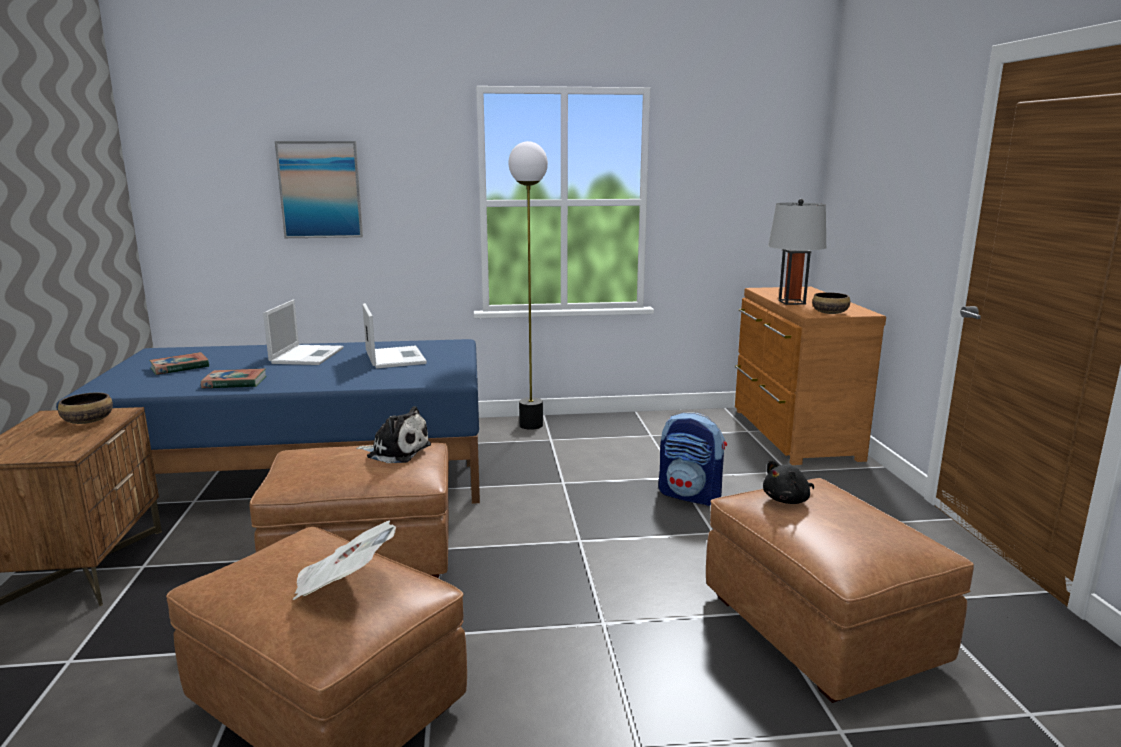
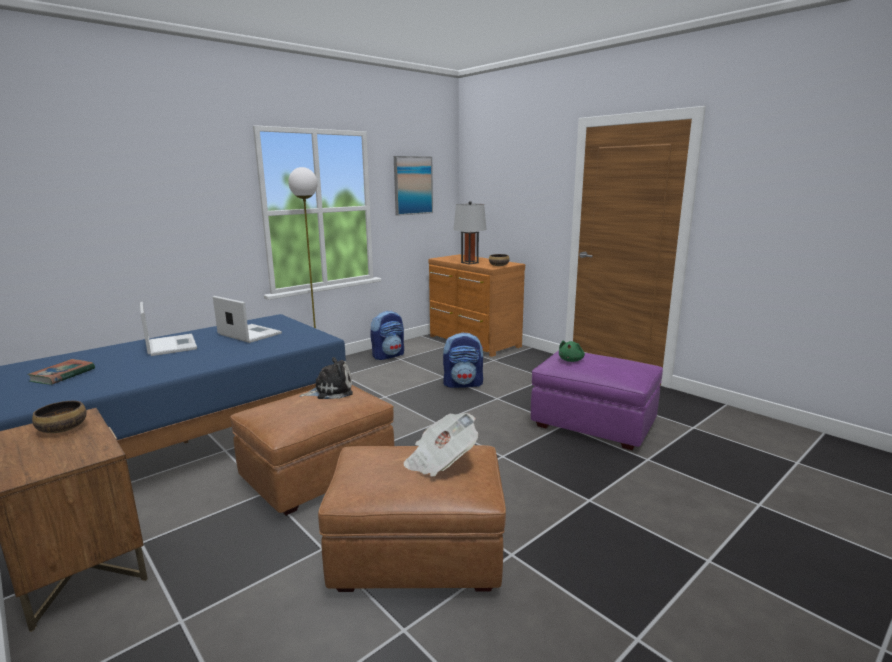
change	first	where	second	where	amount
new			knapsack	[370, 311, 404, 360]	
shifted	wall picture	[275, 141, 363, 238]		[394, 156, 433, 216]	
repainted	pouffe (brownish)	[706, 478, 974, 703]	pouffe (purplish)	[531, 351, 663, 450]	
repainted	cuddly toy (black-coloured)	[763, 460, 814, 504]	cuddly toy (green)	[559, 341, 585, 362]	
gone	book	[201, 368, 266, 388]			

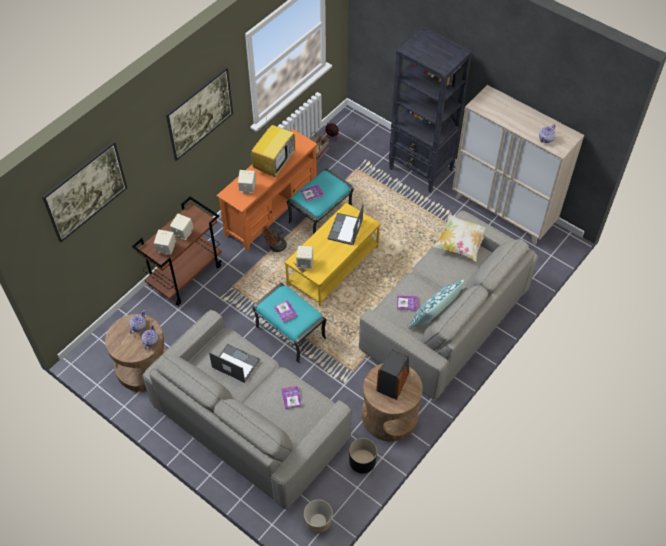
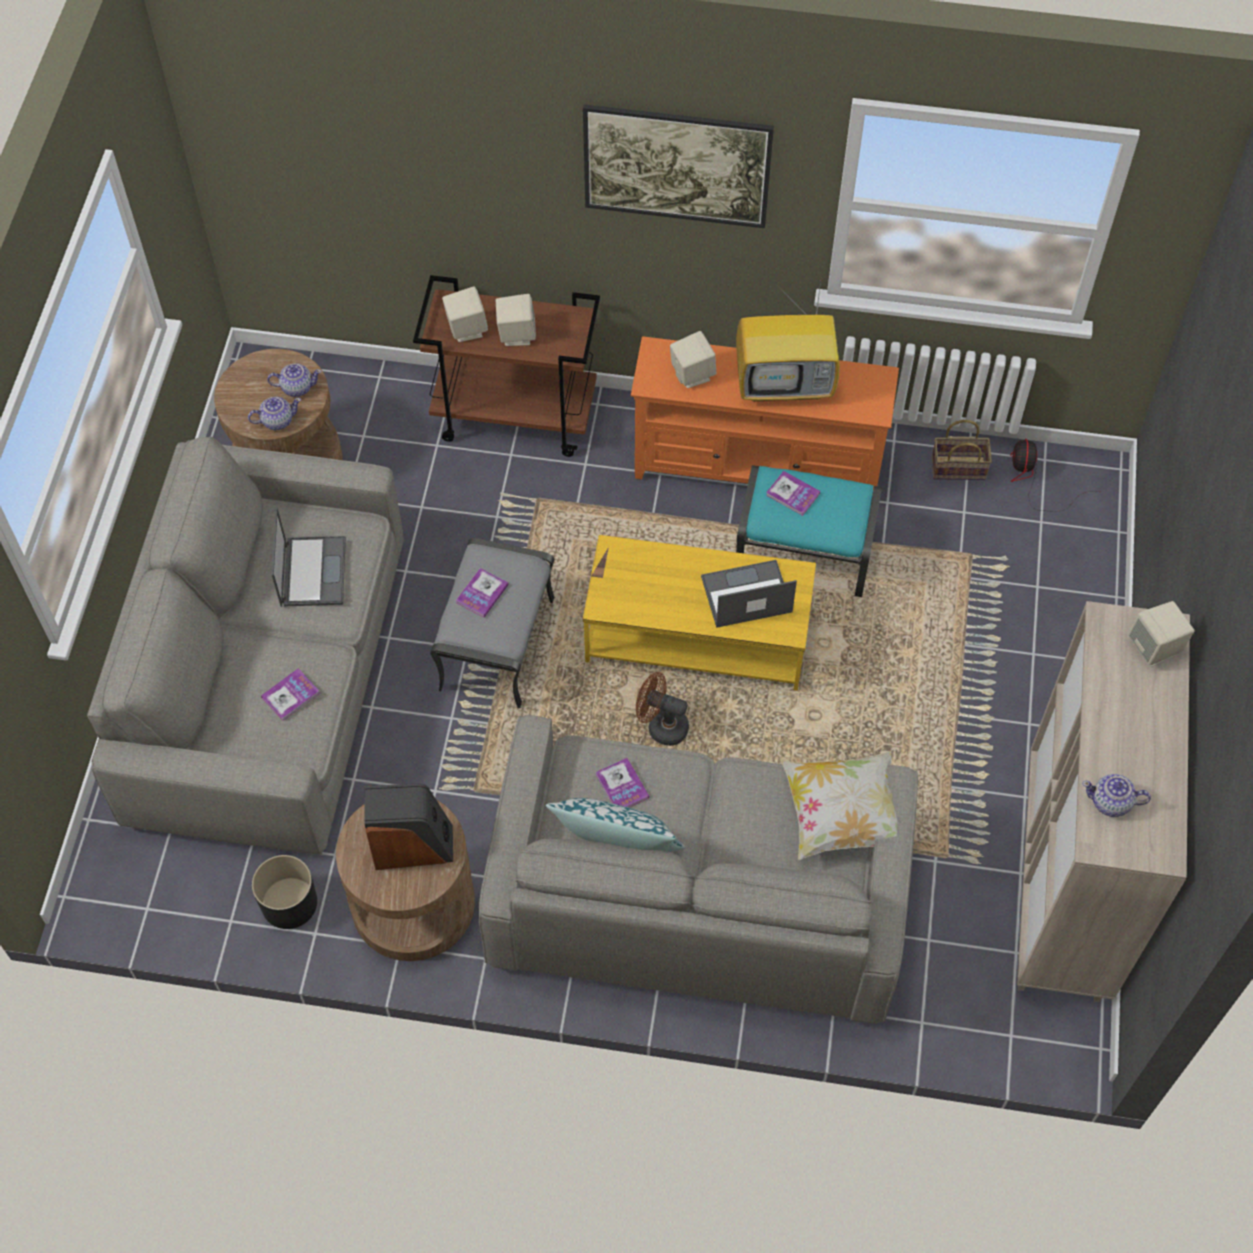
change	first	where	second	where	amount
repainted	pouffe (blue-green)	[252, 283, 327, 363]	pouffe (gray)	[430, 538, 554, 708]	
shifted	cooling fan (brownish)	[262, 226, 287, 252]		[636, 672, 689, 746]	
shifted	audio speaker (sand-coloured)	[296, 246, 313, 269]		[1128, 601, 1194, 667]	
gone	wall picture	[42, 141, 127, 242]			
gone	plant pot	[304, 499, 333, 533]			
gone	bookcase (black-coloured)	[389, 27, 472, 193]			

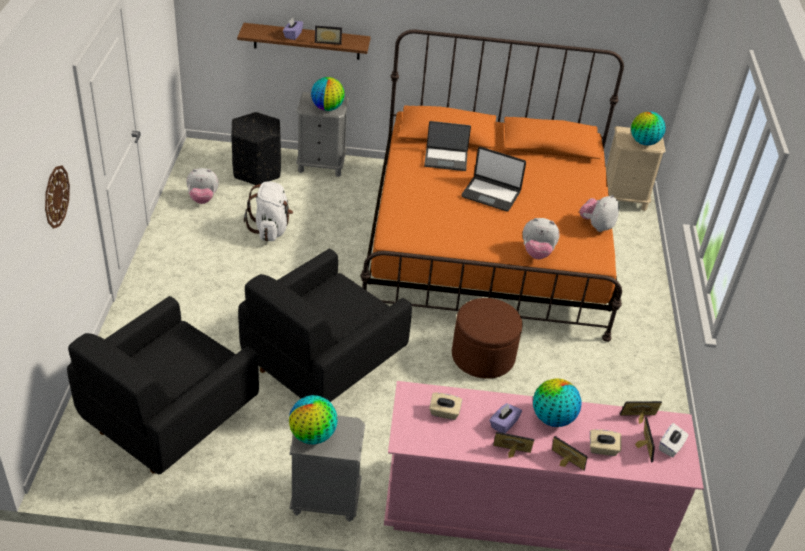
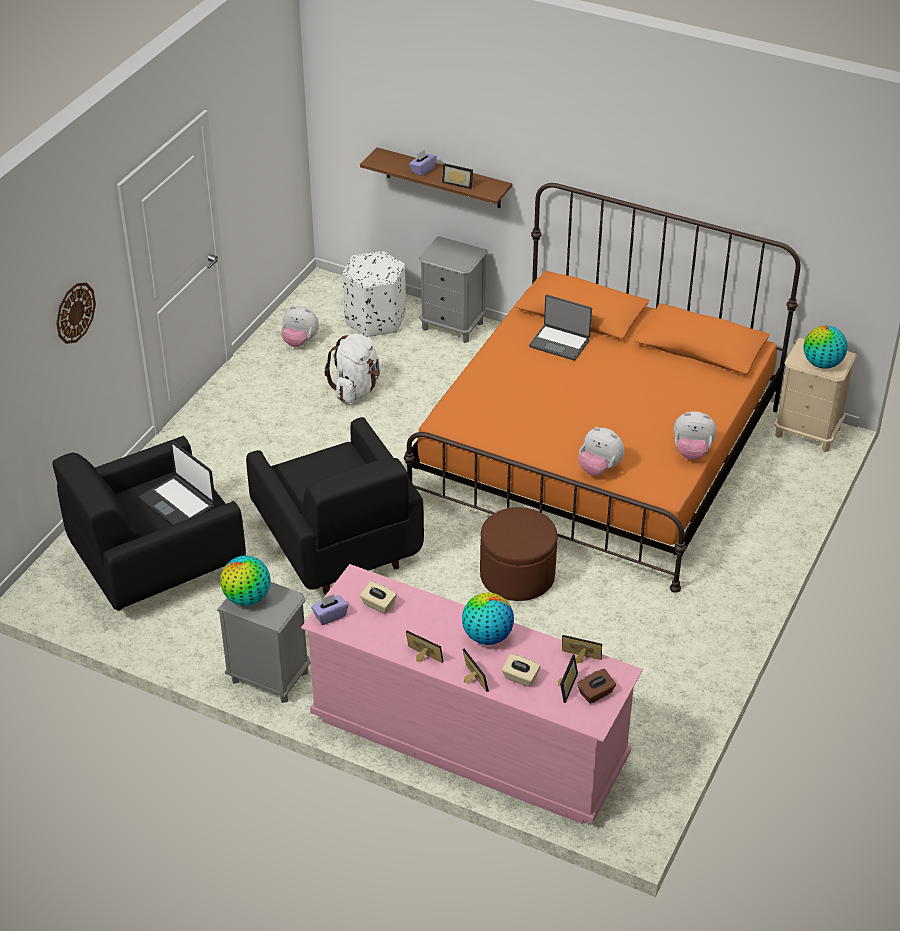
change	first	where	second	where	amount
shifted	laptop	[461, 147, 526, 211]		[139, 441, 216, 525]	
rotated	easy chair (black-coloured)	[238, 249, 412, 402]		[246, 417, 424, 594]	90 degrees counterclockwise
shifted	box of tissues (purplish)	[489, 403, 522, 433]		[311, 594, 348, 625]	
repainted	pouffe (black-coloured)	[231, 112, 281, 185]	pouffe (white-coloured)	[343, 251, 406, 337]	
repainted	box of tissues (white-coloured)	[659, 423, 688, 457]	box of tissues (brownish)	[577, 669, 616, 704]	
rotated	cuddly toy	[579, 195, 619, 232]		[674, 411, 717, 460]	135 degrees counterclockwise
gone	desk globe	[311, 77, 345, 111]			

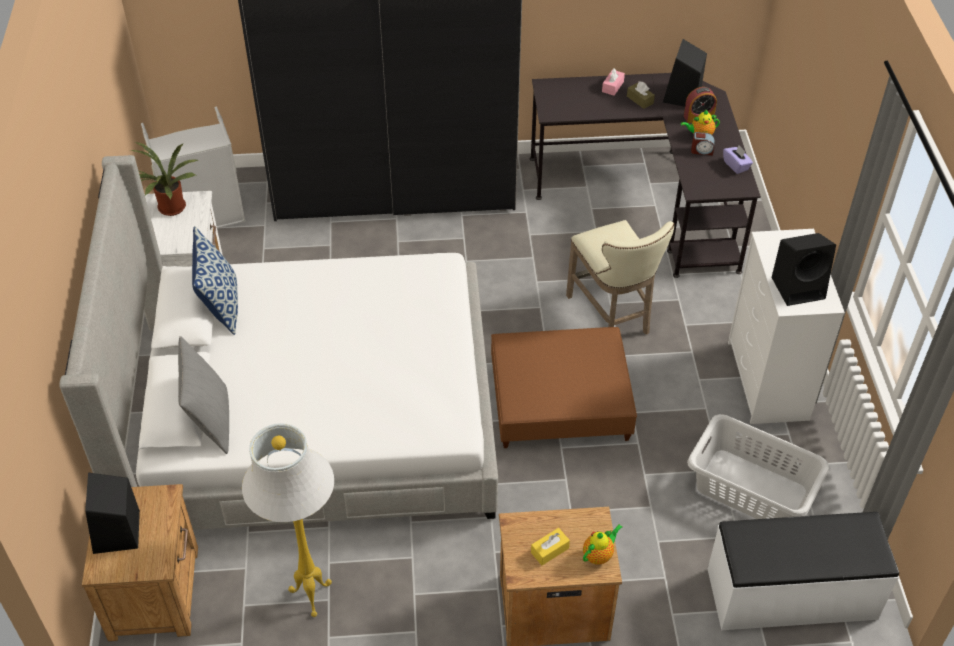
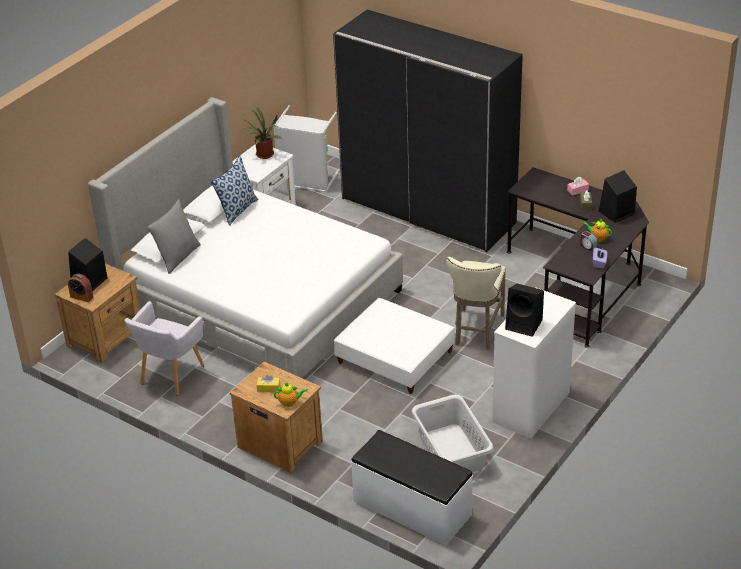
change	first	where	second	where	amount
shifted	table clock	[684, 87, 717, 123]		[68, 273, 93, 302]	
swapped	standing lamp (white-coloured)	[242, 423, 334, 617]	easy chair (gray)	[124, 301, 205, 396]	
repainted	pouffe (brownish)	[491, 327, 637, 448]	pouffe (white-coloured)	[334, 298, 455, 394]	

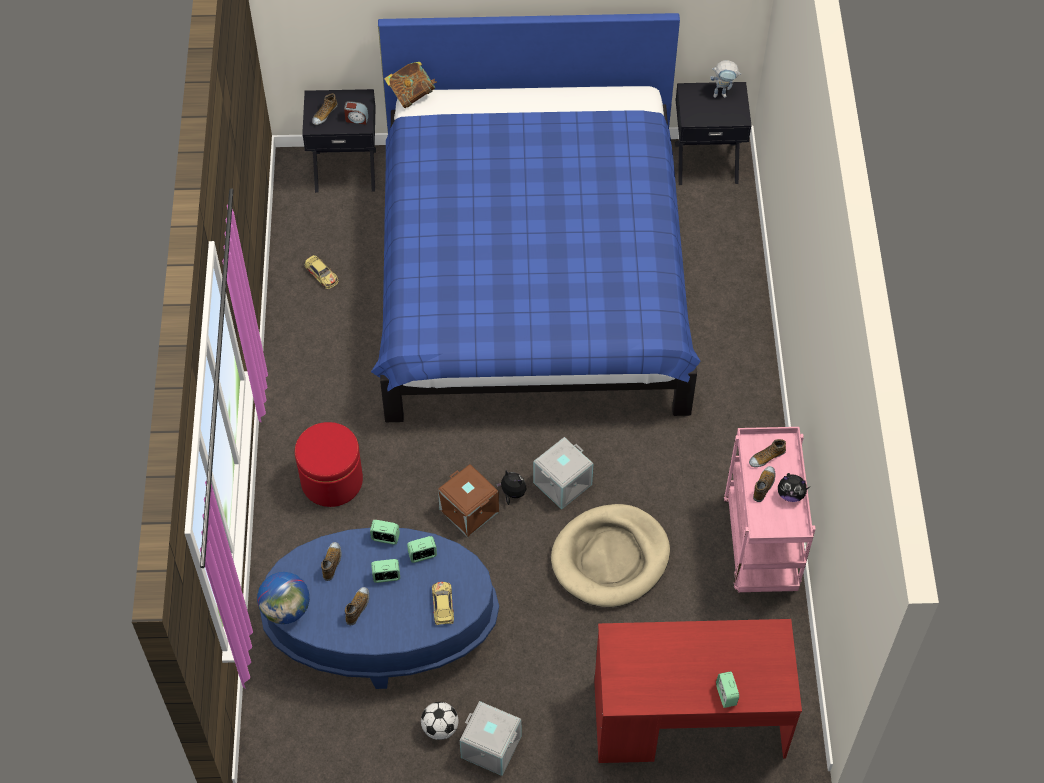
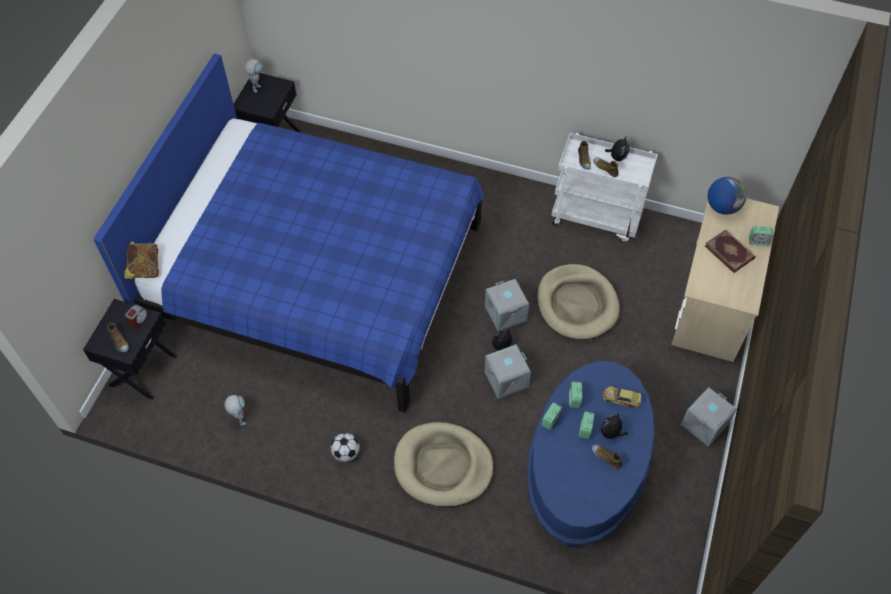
change	first	where	second	where	amount
swapped	model car	[304, 255, 339, 289]	toy robot	[225, 395, 246, 425]	
shifted	ball for football	[421, 702, 458, 740]		[331, 433, 360, 462]	
swapped	pouffe (red)	[295, 422, 363, 507]	dog bed (sand-coloured)	[394, 422, 493, 507]	
repainted	storage container (brownish)	[438, 464, 499, 537]	storage container (gray)	[485, 344, 531, 399]	
repainted	trolley (pink-coloured)	[724, 427, 816, 592]	trolley (white-coloured)	[551, 133, 658, 243]	
new			cuddly toy	[601, 414, 628, 441]	
repainted	desk table (red)	[594, 619, 802, 763]	desk table (sand-coloured)	[671, 198, 779, 362]	
new			book	[705, 230, 756, 273]	
shifted	desk globe	[257, 572, 310, 624]		[707, 177, 747, 215]	
gone	low shoe	[321, 542, 341, 581]			

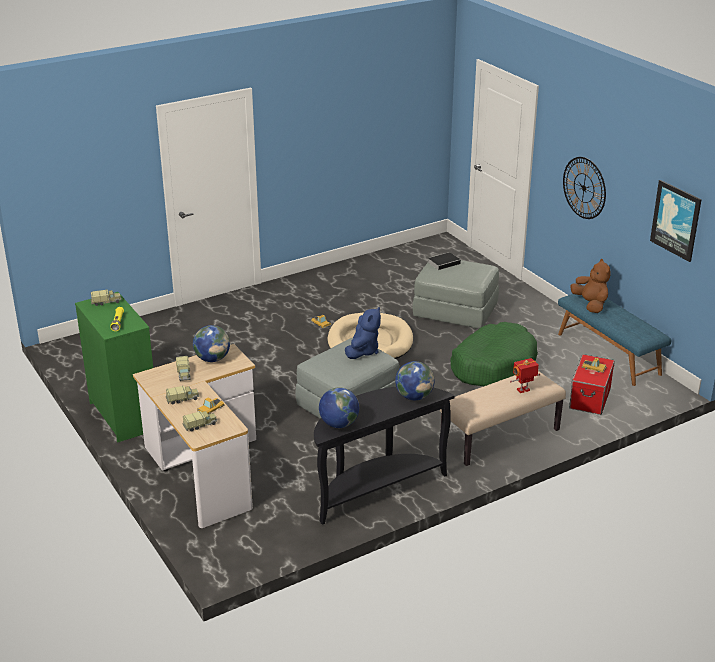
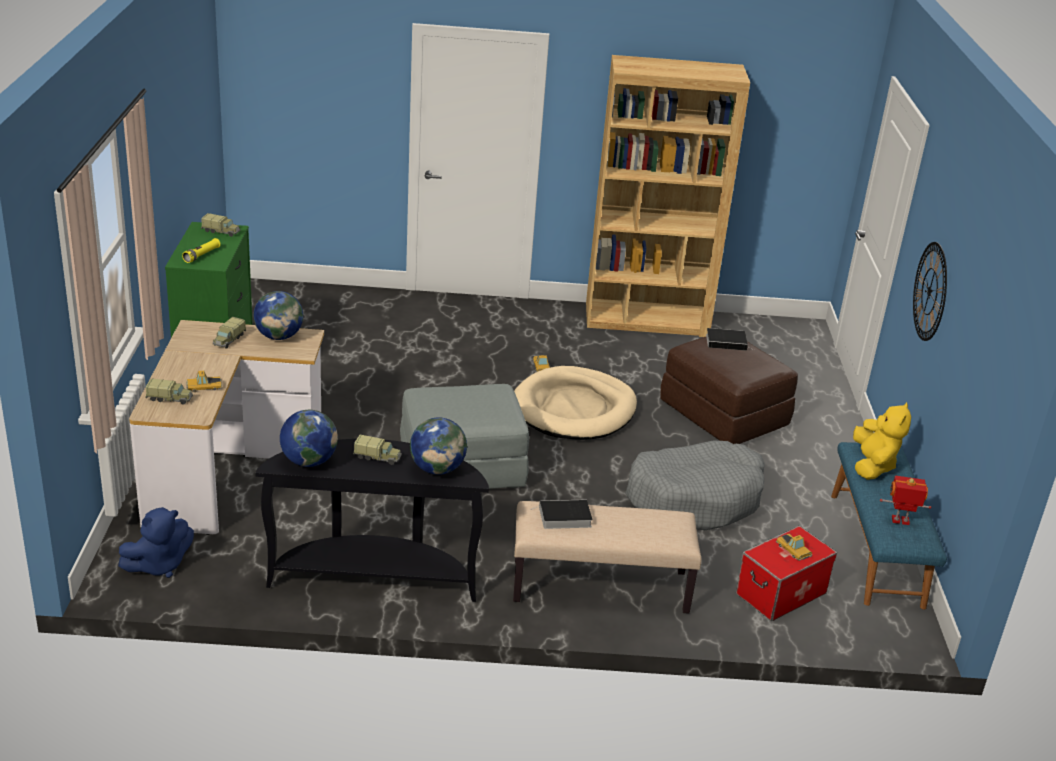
change	first	where	second	where	amount
shifted	cuddly toy (blue-coloured)	[345, 307, 381, 359]		[118, 507, 194, 578]	
shifted	toy lorry	[166, 386, 199, 404]		[353, 435, 402, 465]	
new			book	[531, 499, 593, 529]	
new			bookcase (brownish)	[586, 55, 750, 337]	
repainted	dog bed (green)	[450, 322, 538, 386]	dog bed (gray)	[625, 440, 765, 530]	
repainted	pouffe (gray)	[412, 256, 499, 329]	pouffe (brownish)	[660, 337, 798, 444]	
repainted	cuddly toy (brownish)	[570, 259, 611, 313]	cuddly toy (yellowish)	[853, 402, 911, 480]	
shifted	toy robot	[510, 358, 540, 393]		[880, 476, 931, 525]	
gone	wall picture	[650, 180, 702, 262]			

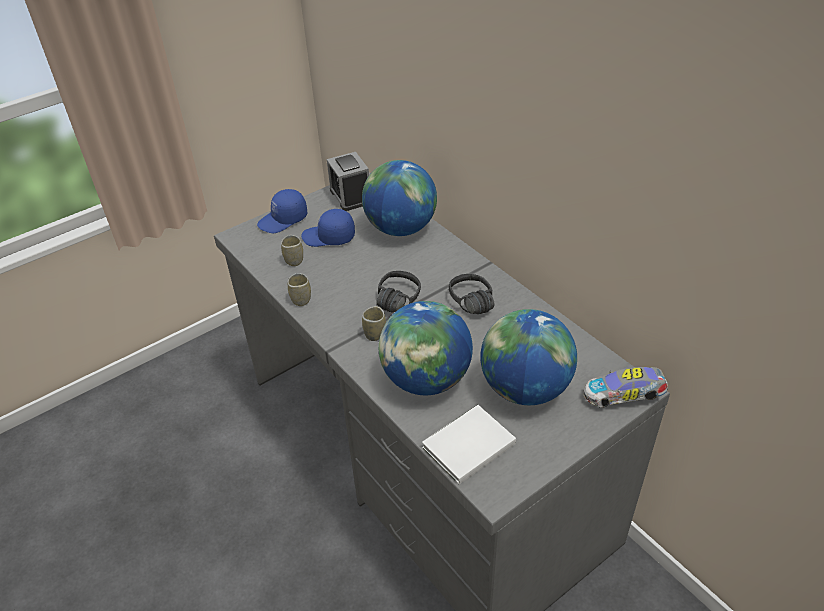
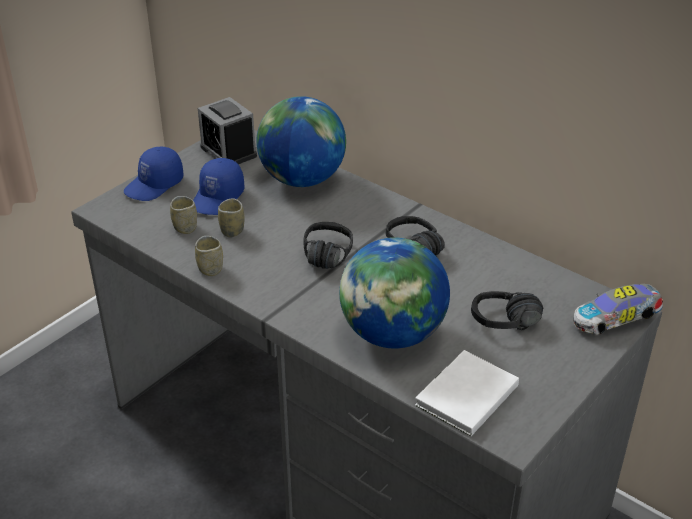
change	first	where	second	where	amount
rotated	cap (blue-coloured)	[301, 209, 355, 247]		[193, 158, 245, 215]	60 degrees counterclockwise
shifted	cup	[362, 306, 386, 341]		[218, 198, 245, 237]	
swapped	desk globe	[480, 309, 577, 405]	headphones (black-coloured)	[471, 291, 543, 330]	

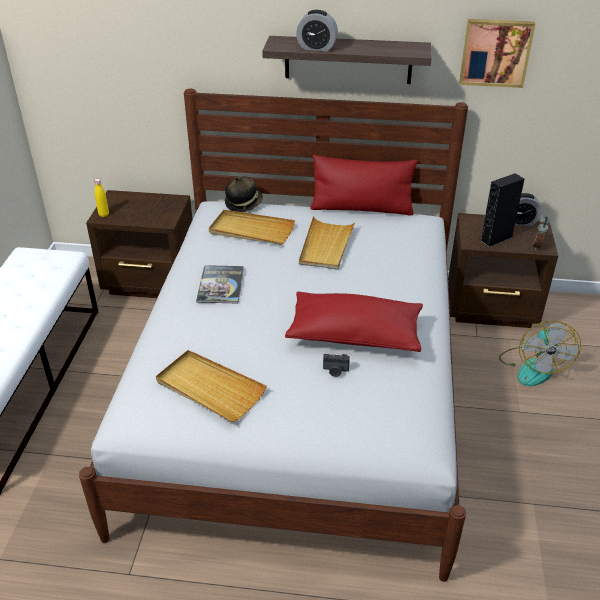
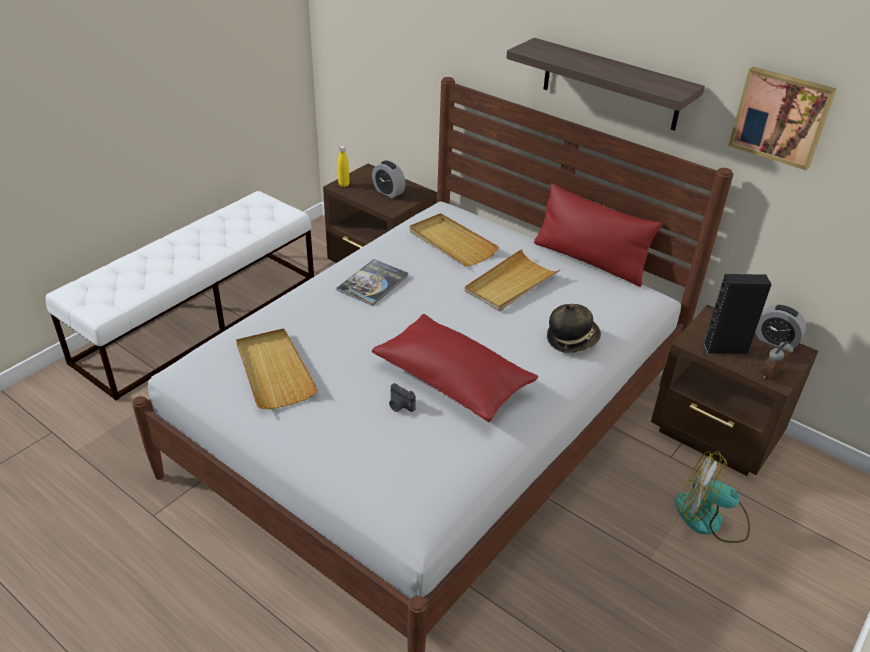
change	first	where	second	where	amount
shifted	table clock	[296, 10, 338, 51]		[372, 160, 406, 198]	
shifted	clothing hat	[225, 176, 263, 212]		[547, 304, 601, 353]	
rotated	cooling fan	[499, 321, 581, 386]		[675, 451, 750, 543]	75 degrees clockwise

